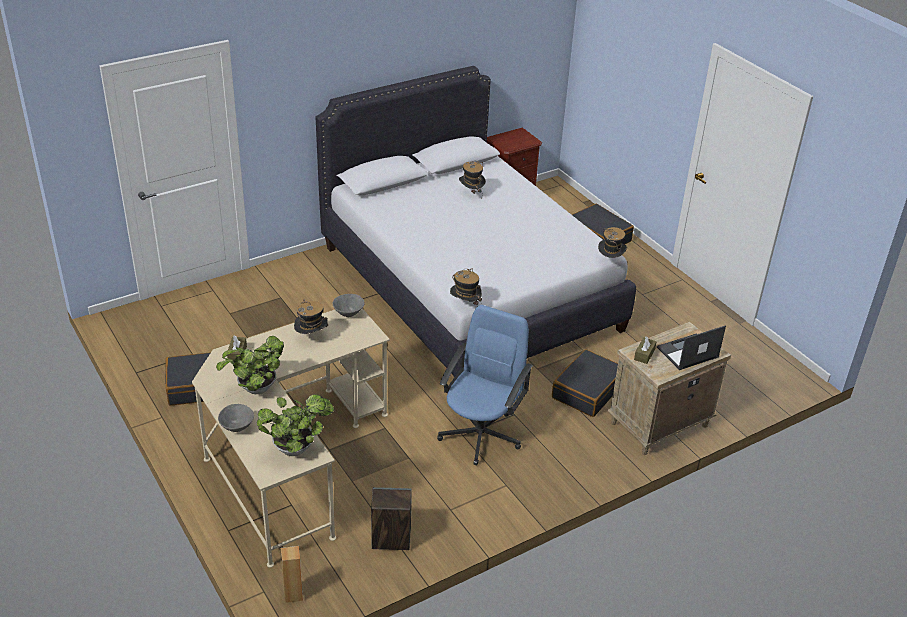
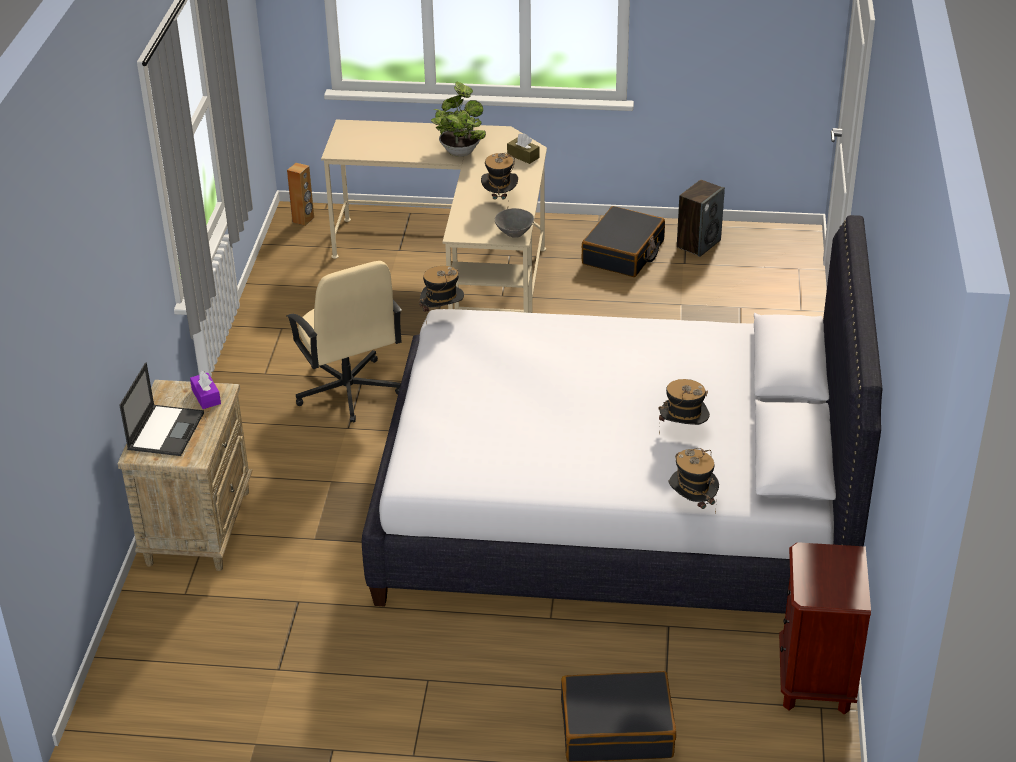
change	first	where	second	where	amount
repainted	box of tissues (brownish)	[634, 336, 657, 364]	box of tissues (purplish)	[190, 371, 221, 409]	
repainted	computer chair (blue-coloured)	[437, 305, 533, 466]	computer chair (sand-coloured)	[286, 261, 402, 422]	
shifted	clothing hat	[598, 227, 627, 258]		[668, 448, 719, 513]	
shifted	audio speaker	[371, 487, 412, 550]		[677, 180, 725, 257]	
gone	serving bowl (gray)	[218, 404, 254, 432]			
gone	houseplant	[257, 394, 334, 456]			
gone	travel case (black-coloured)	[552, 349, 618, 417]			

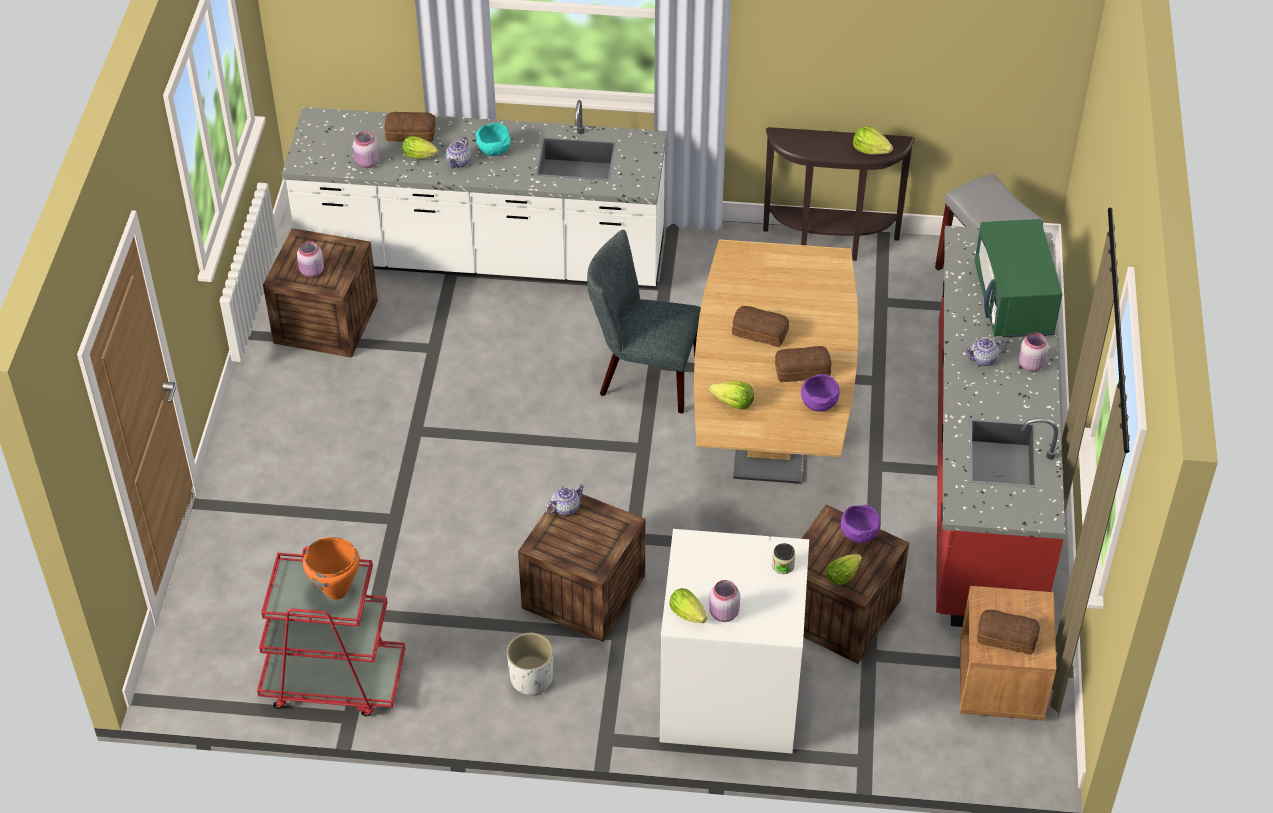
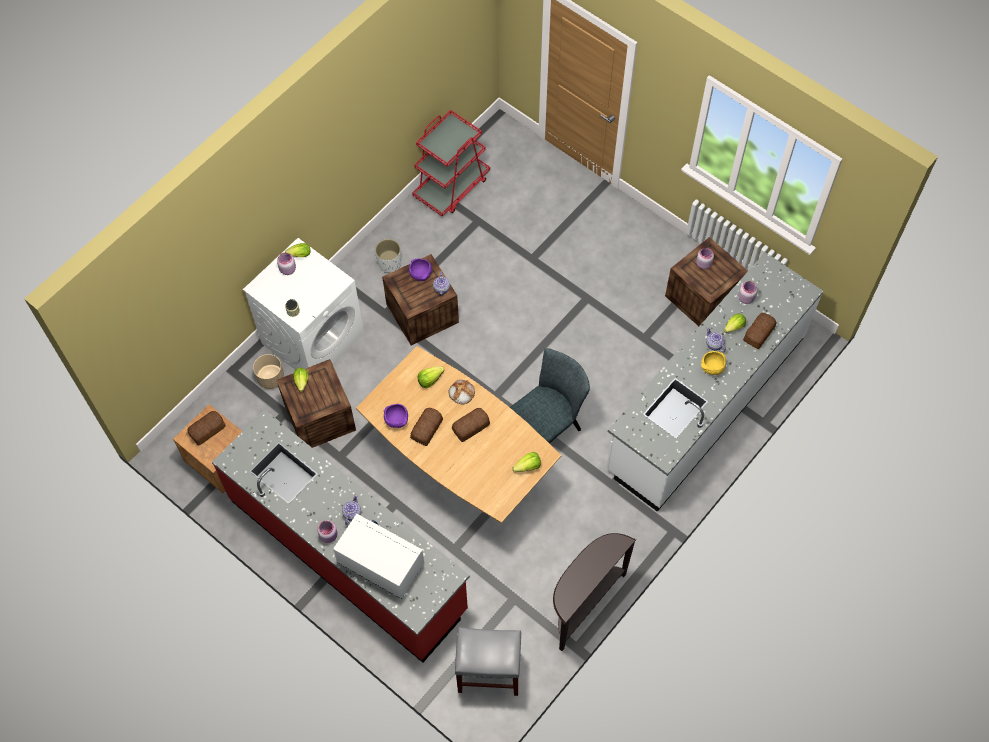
change	first	where	second	where	amount
new			plant pot (sand-coloured)	[253, 354, 284, 389]	
repainted	microwave oven (green)	[975, 219, 1062, 338]	microwave oven (white-coloured)	[333, 514, 424, 599]	
shifted	serving bowl (purplish)	[841, 505, 881, 543]		[409, 258, 432, 281]	
new			bakery bread	[448, 380, 475, 404]	
shifted	lettuce	[853, 126, 893, 155]		[512, 452, 541, 472]	
repainted	serving bowl (blue-green)	[476, 123, 511, 156]	serving bowl (yellowish)	[701, 351, 726, 375]	
gone	stockpot (orange)	[303, 537, 360, 600]			

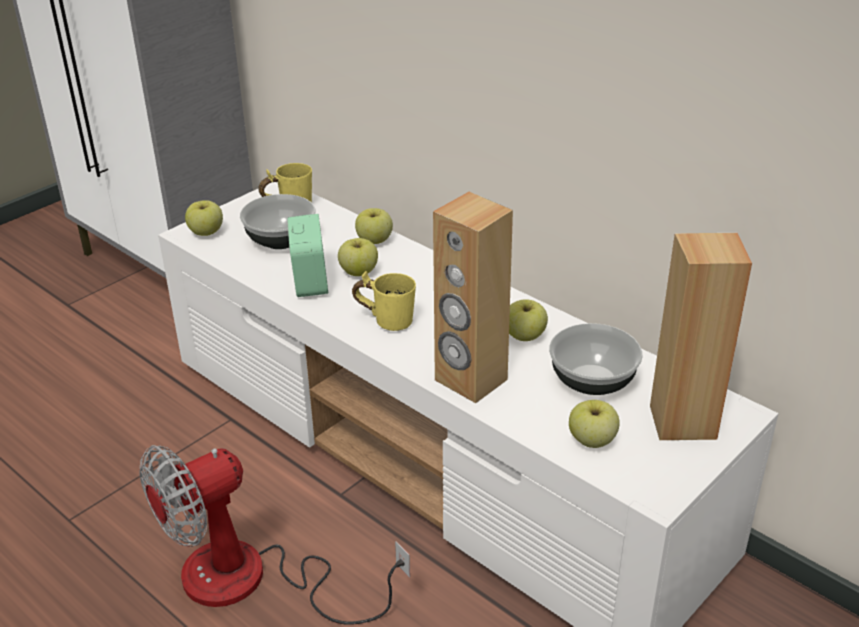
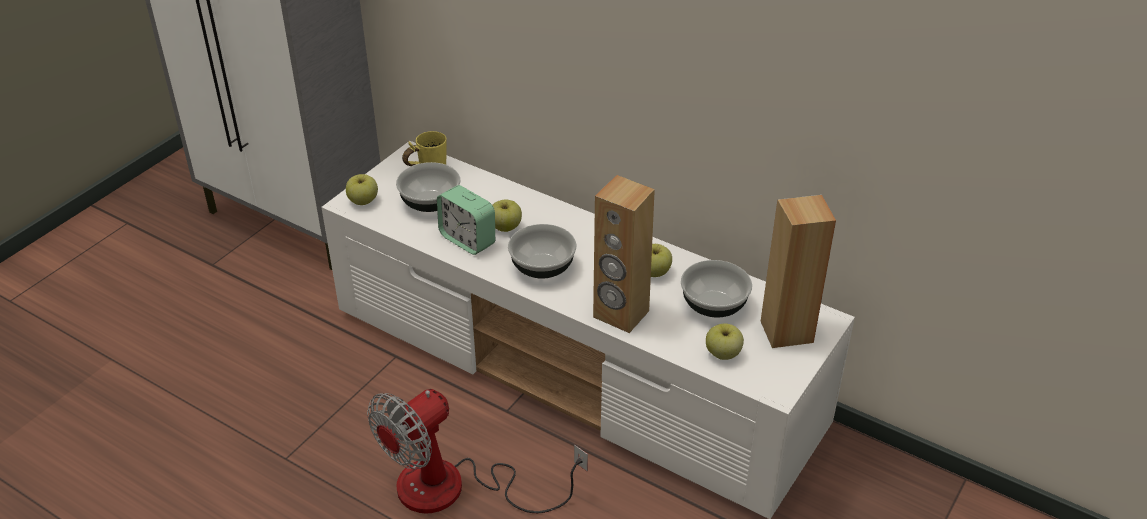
change	first	where	second	where	amount
rotated	table clock	[287, 214, 328, 297]		[437, 185, 495, 255]	150 degrees clockwise
swapped	tea mug (yellowish)	[352, 271, 416, 331]	serving bowl	[508, 224, 577, 279]	
gone	apple fruit	[355, 208, 393, 244]			

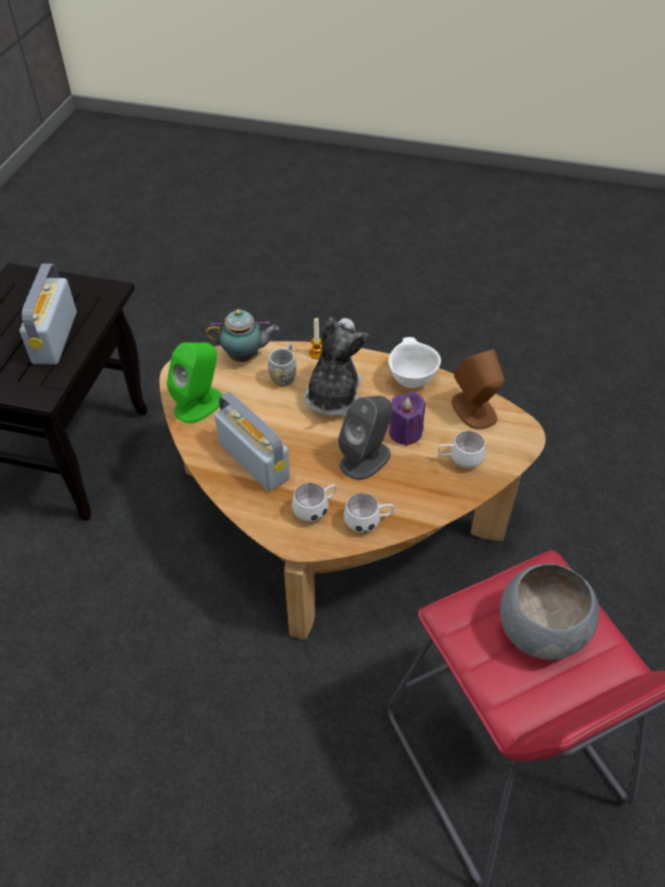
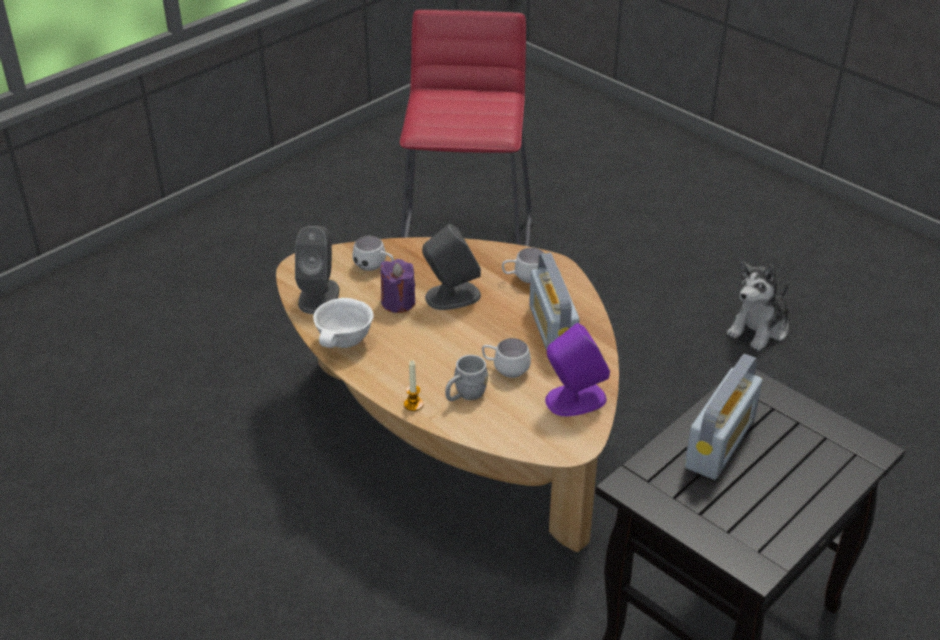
change	first	where	second	where	amount
repainted	audio speaker (brownish)	[452, 349, 505, 430]	audio speaker (gray)	[295, 226, 339, 314]	
shifted	tea mug (white-coloured)	[343, 493, 394, 533]		[482, 338, 531, 378]	
repainted	audio speaker (green)	[166, 343, 223, 424]	audio speaker (purplish)	[545, 323, 610, 416]	
shifted	cuddly toy	[304, 317, 369, 416]		[727, 261, 789, 351]	
gone	pot for tea	[205, 309, 279, 362]			
gone	serving bowl (gray)	[500, 563, 599, 660]			

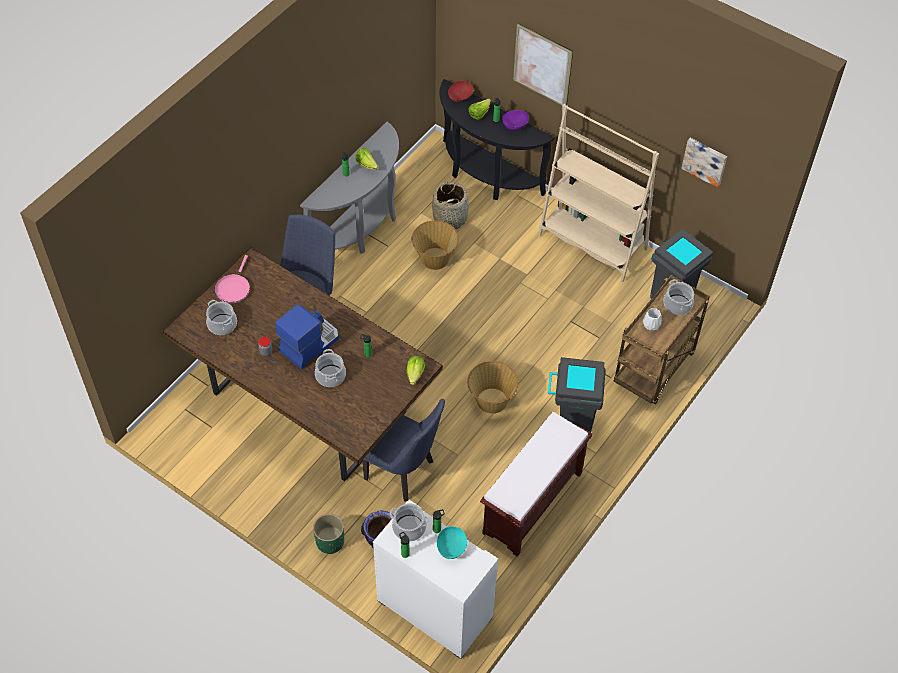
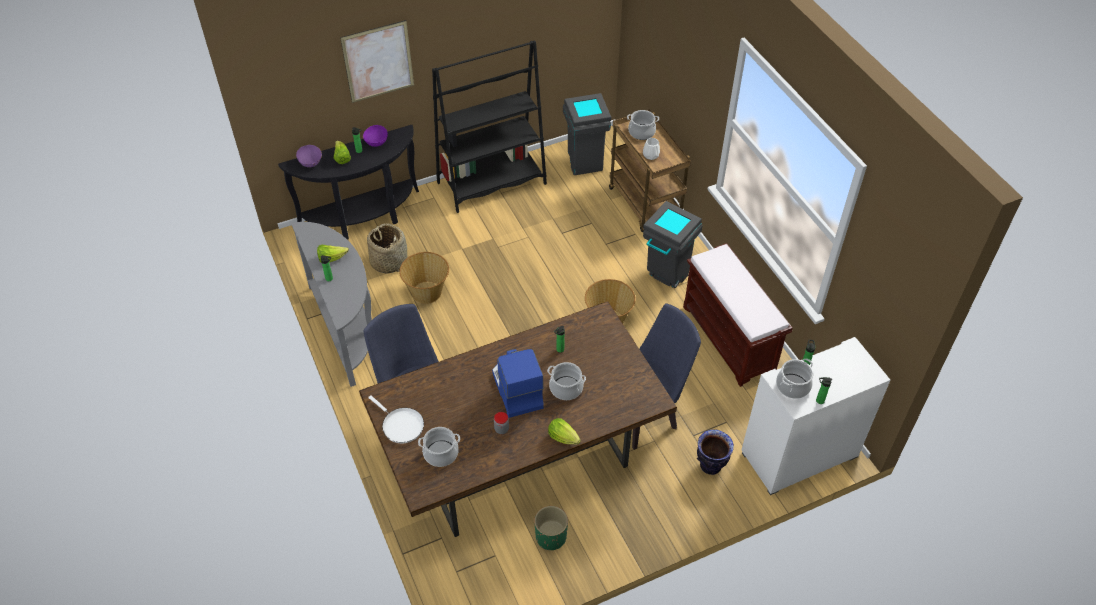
change	first	where	second	where	amount
repainted	serving bowl (red)	[448, 81, 473, 102]	serving bowl (purplish)	[296, 145, 322, 168]	
repainted	pan (pink-coloured)	[214, 255, 250, 303]	pan (white-coloured)	[368, 395, 424, 443]	
repainted	bookcase (sand-coloured)	[538, 104, 659, 282]	bookcase (black-coloured)	[432, 40, 547, 213]	
shifted	plant pot (green)	[313, 514, 344, 554]		[534, 506, 568, 550]	
shifted	lettuce	[407, 356, 425, 385]		[548, 418, 581, 445]	
gone	serving bowl (blue-green)	[437, 527, 467, 559]			
gone	wall picture	[681, 138, 727, 188]			

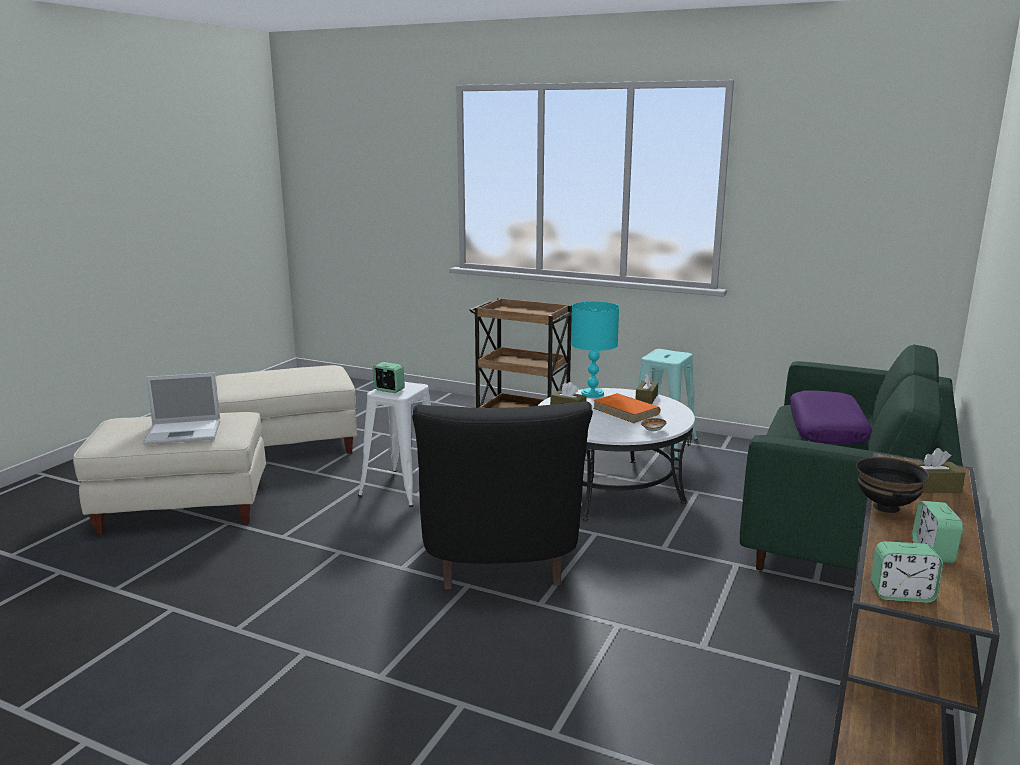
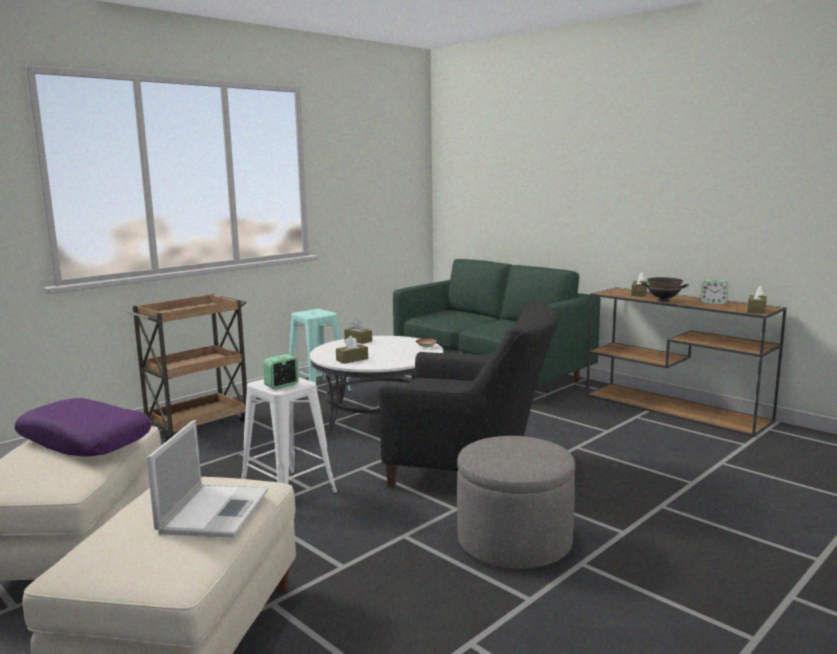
change	first	where	second	where	amount
shifted	throw pillow (purplish)	[789, 390, 872, 444]		[15, 398, 152, 457]	
new			pouffe (gray)	[457, 436, 575, 569]	
swapped	table clock	[871, 541, 943, 603]	box of tissues (brownish)	[747, 286, 767, 314]	
gone	lamp for a table (blue-green)	[571, 301, 619, 398]			
gone	book (orange)	[593, 393, 661, 423]			

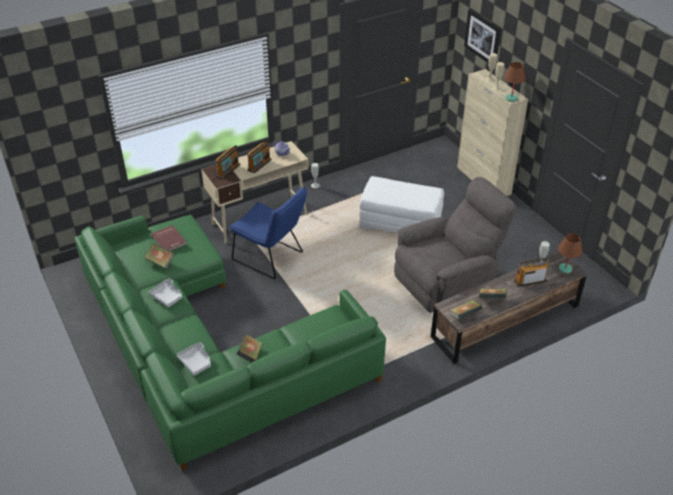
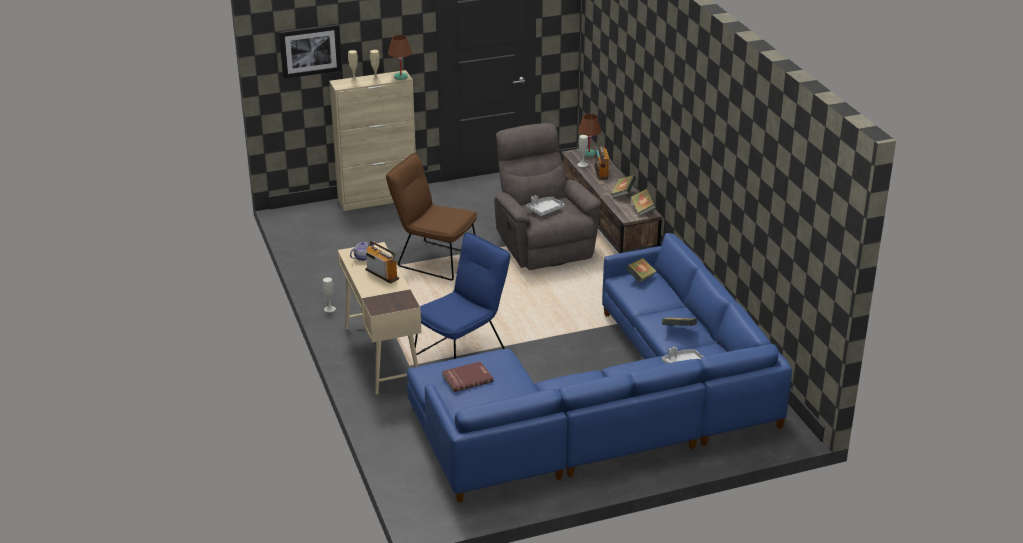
change	first	where	second	where	amount
swapped	pouffe (white-coloured)	[359, 176, 444, 233]	chair (brownish)	[386, 153, 477, 281]	
repainted	couch (green)	[74, 215, 386, 471]	couch (blue-coloured)	[407, 233, 792, 503]	
shifted	serving tray (gray)	[149, 278, 182, 308]		[526, 195, 565, 216]	
shifted	book	[144, 243, 175, 269]		[625, 258, 657, 283]	
gone	radio	[216, 145, 240, 179]			

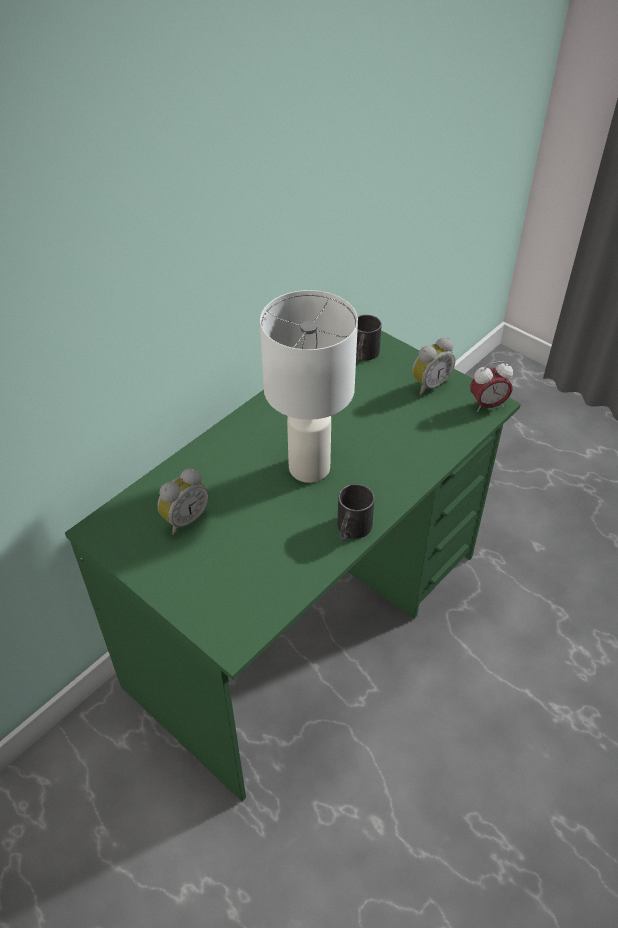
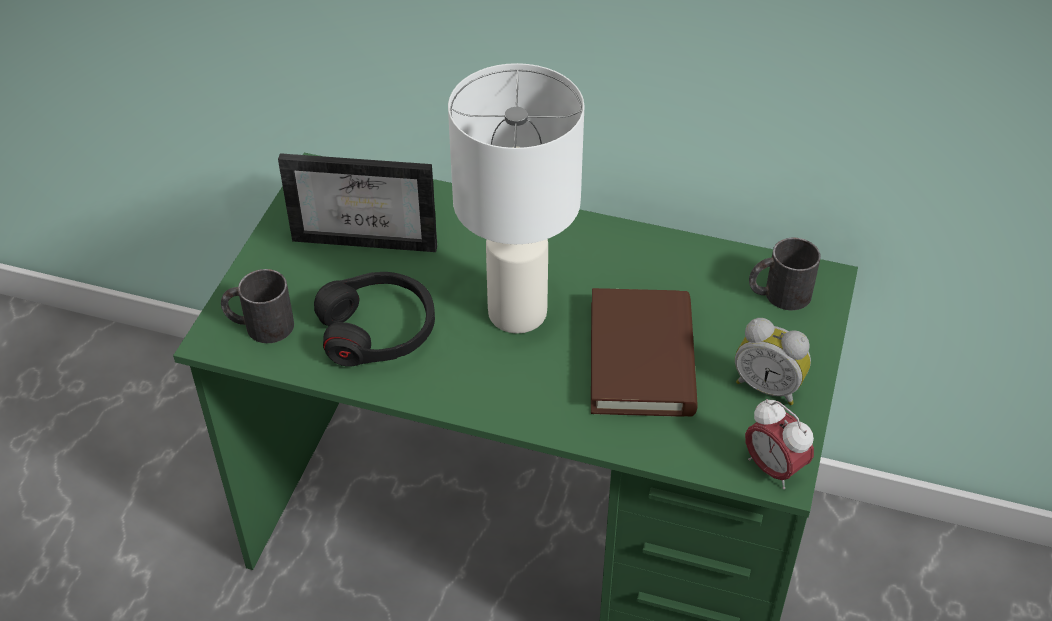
change	first	where	second	where	amount
shifted	tea mug (black-coloured)	[337, 484, 375, 541]		[221, 269, 294, 343]	
swapped	table clock	[157, 468, 209, 535]	photo frame	[278, 153, 437, 252]	
new			headphones (black-coloured)	[314, 272, 435, 367]	
new			book (brownish)	[591, 288, 698, 417]	

